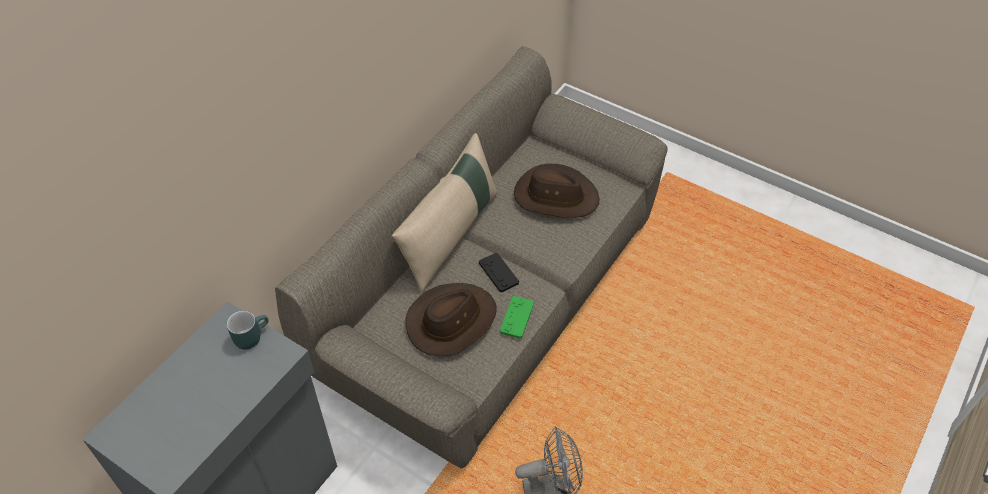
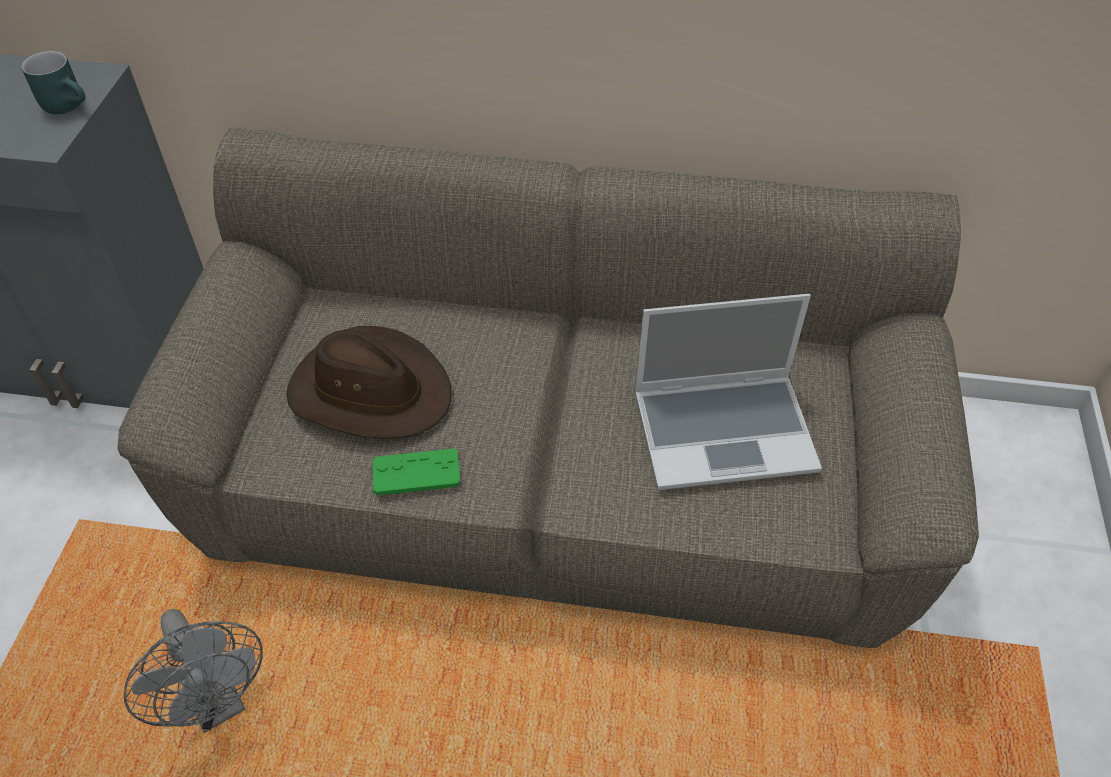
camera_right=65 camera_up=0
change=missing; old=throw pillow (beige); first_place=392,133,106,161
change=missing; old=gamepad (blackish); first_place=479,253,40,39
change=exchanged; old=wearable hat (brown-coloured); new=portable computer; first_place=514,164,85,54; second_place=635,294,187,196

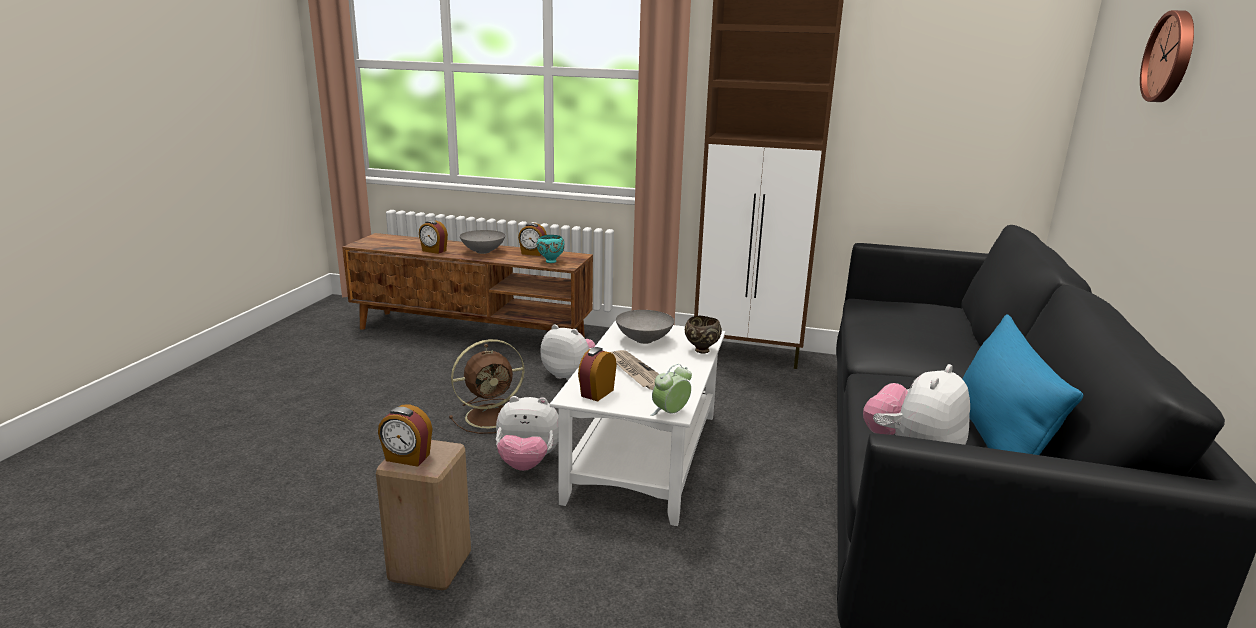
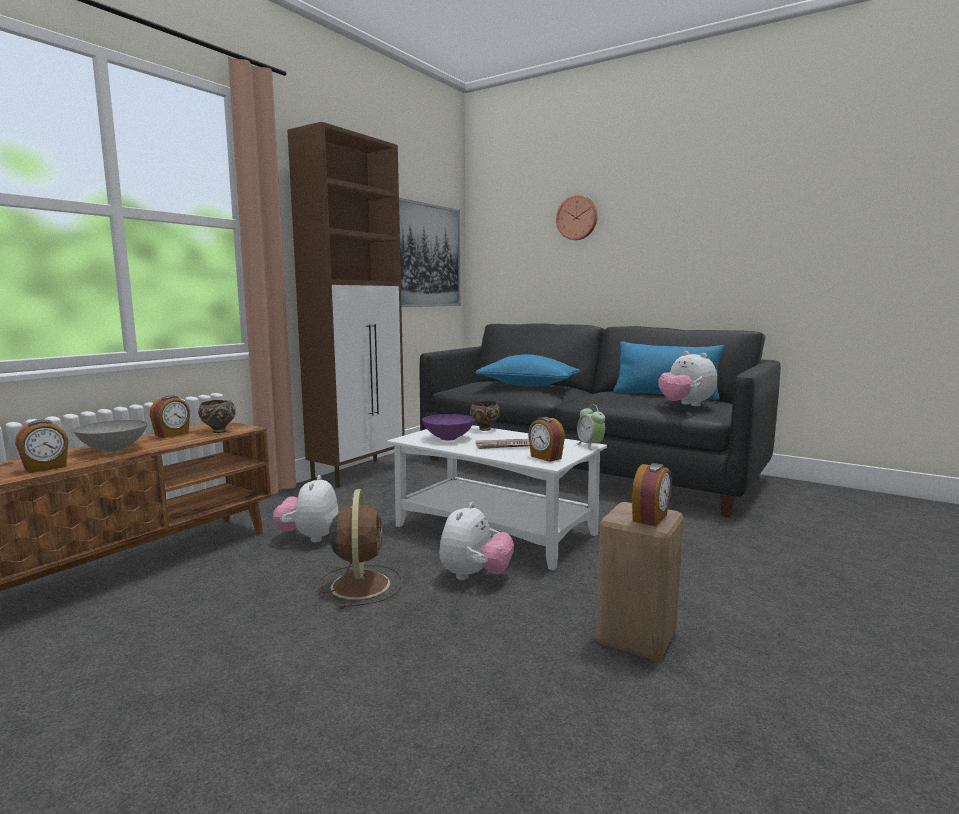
camera_right=-70 camera_up=-10
change=colour; old=serving bowl (blue-green); new=serving bowl (brown-coloured); first_place=537,235,27,28; second_place=198,400,38,33
change=spun; old=soft toy; first_place=541,324,55,57; second_place=273,475,66,67; degrees=-45
change=colour; old=serving bowl (grey); new=serving bowl (purple); first_place=616,310,58,34; second_place=422,414,53,26
change=appeared; new=picture; second_place=399,198,61,109
change=appeared; new=throw pillow (bluish); second_place=475,354,105,33

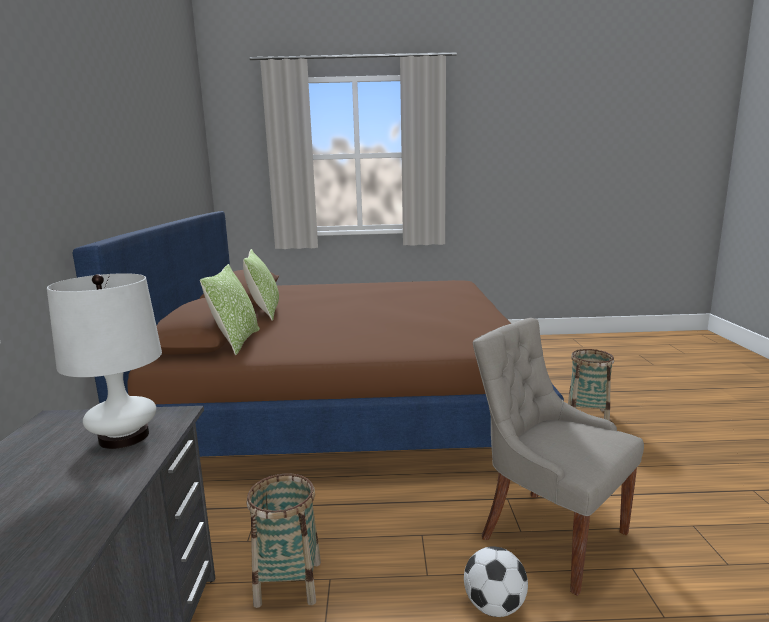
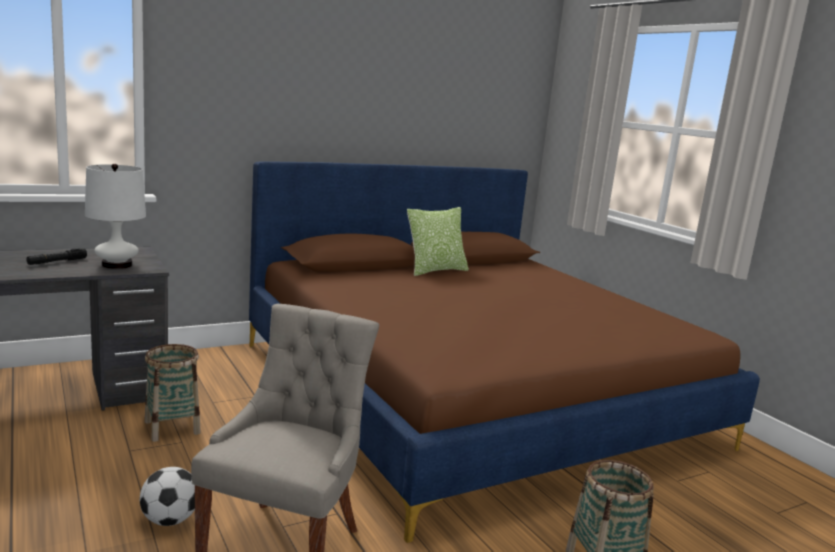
camera_right=60 camera_up=0
change=missing; old=throw pillow; first_place=200,264,60,91
change=appeared; new=hand torch (blackish); second_place=26,248,61,17

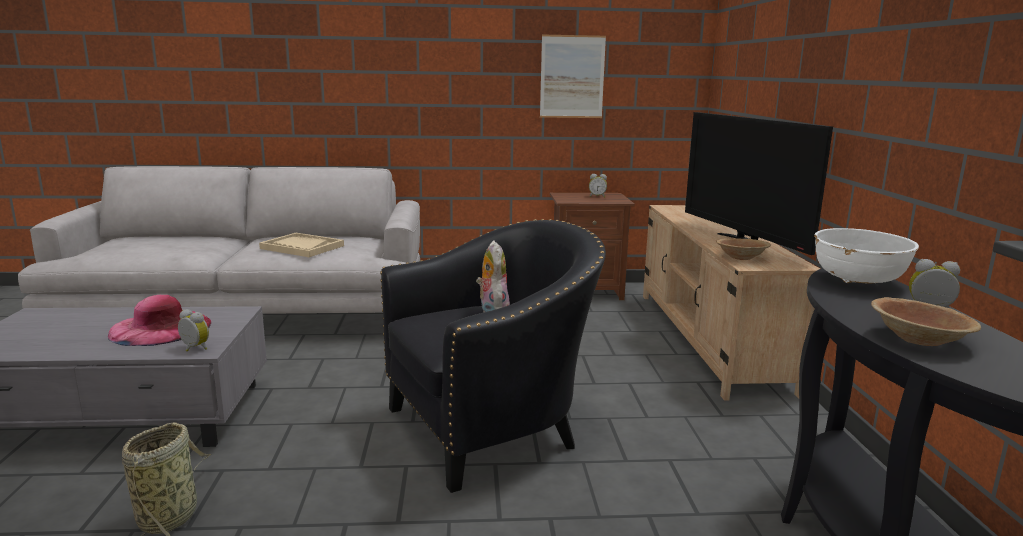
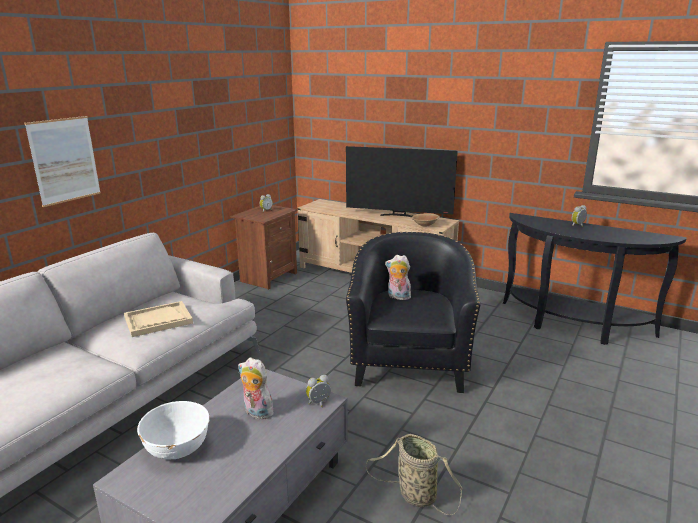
camera_right=-55 camera_up=5
change=exchanged; old=wearable hat (pink-coloured); new=soft toy; first_place=108,295,103,51; second_place=238,357,37,63
change=relocated; old=picture; first_place=540,35,66,83; second_place=25,116,76,91
change=relocated; old=serving bowl (white); first_place=814,228,105,56; second_place=137,401,73,58
change=missing; old=serving bowl (brown-coloured); first_place=871,297,110,49

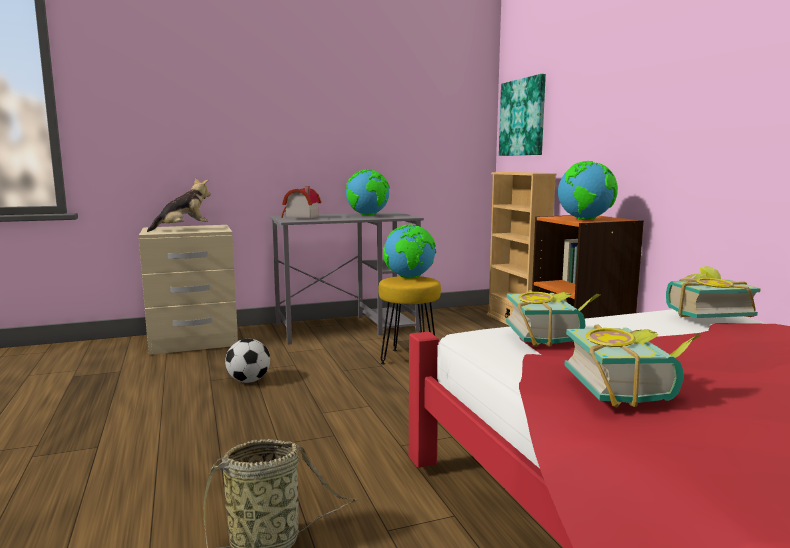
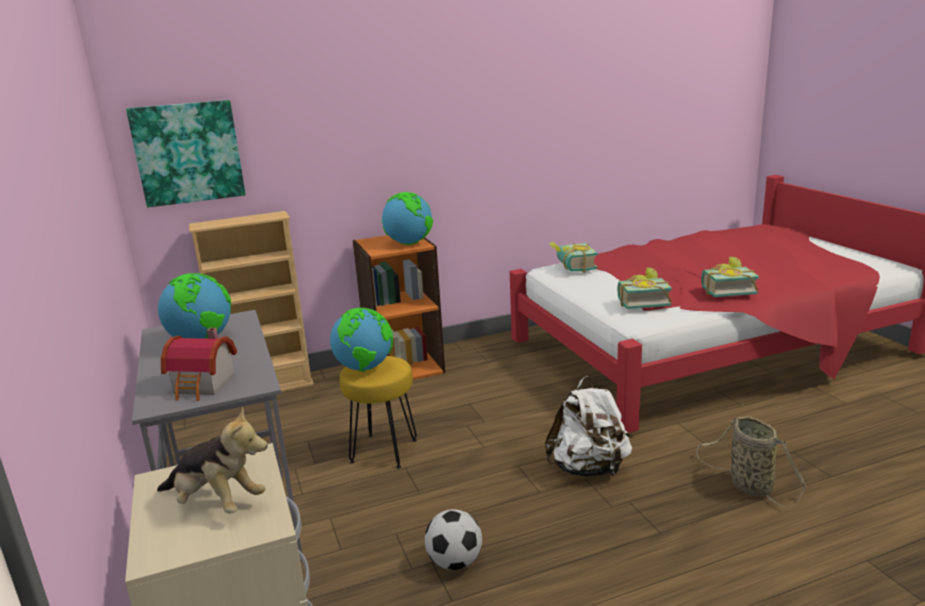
camera_right=-90 camera_up=10
change=spun; old=soft toy; first_place=147,178,63,54; second_place=157,406,111,108; degrees=150
change=appeared; new=knapsack (white); second_place=545,376,87,101

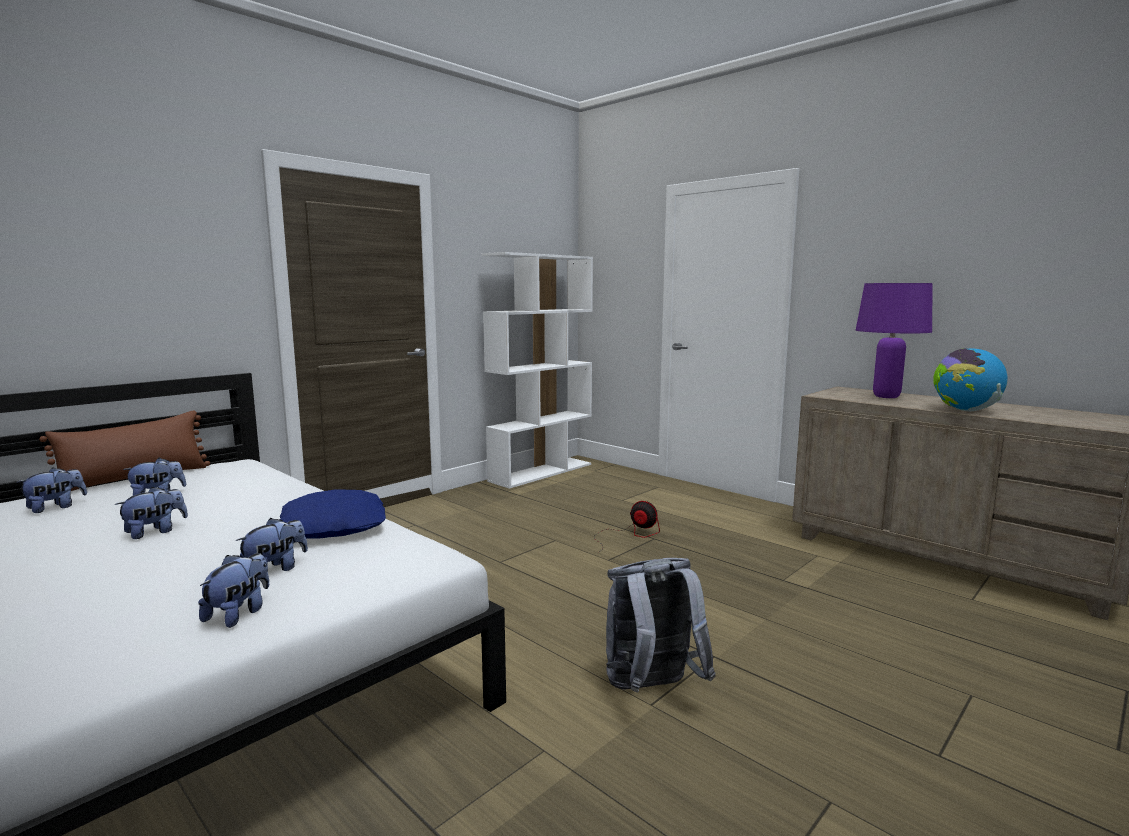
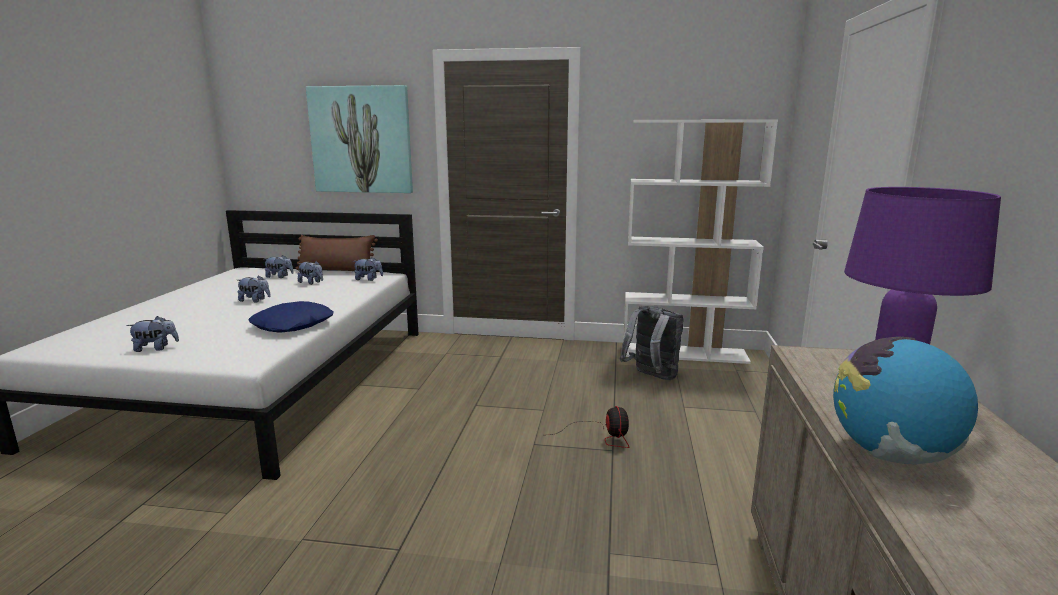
camera_right=55 camera_up=5
change=relocated; old=soft toy; first_place=236,518,72,62; second_place=353,257,30,24
change=relocated; old=knapsack (grey); first_place=606,558,110,135; second_place=620,306,64,74
change=appeared; new=picture; second_place=306,85,107,108

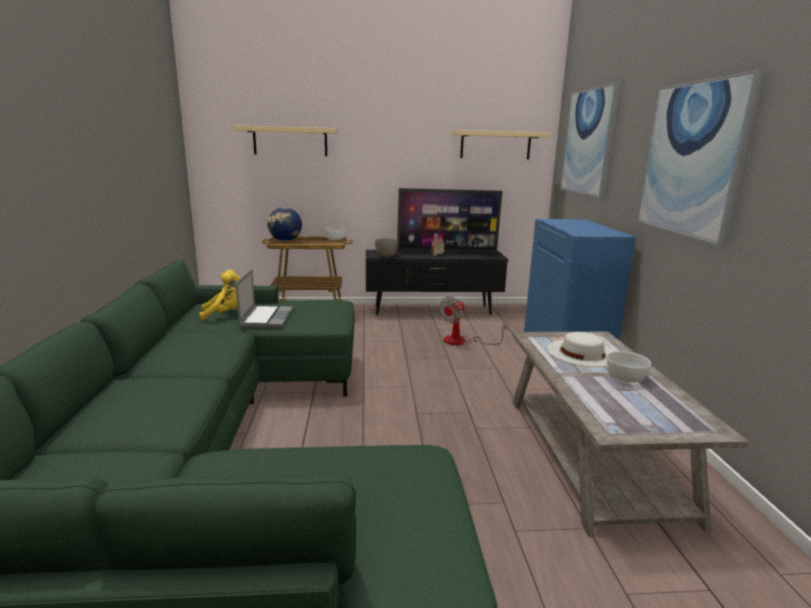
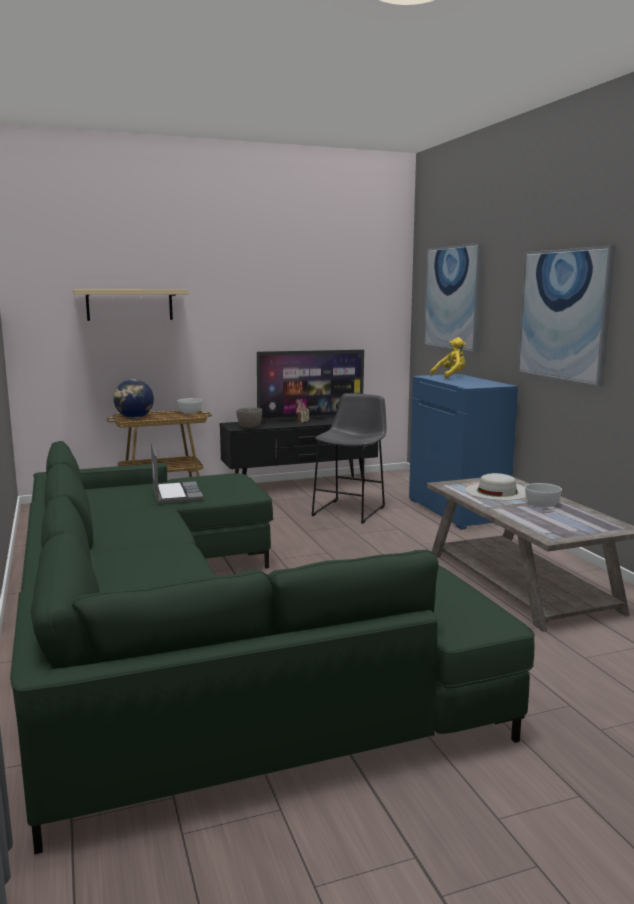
camera_right=-15 camera_up=-5
change=relocated; old=soft toy (yellow-coloured); first_place=199,270,41,51; second_place=430,337,36,42
change=exchanged; old=cooling fan; new=stool (grey); first_place=440,297,68,48; second_place=311,393,75,131
change=missing; old=wall shelf (beige); first_place=452,130,99,29

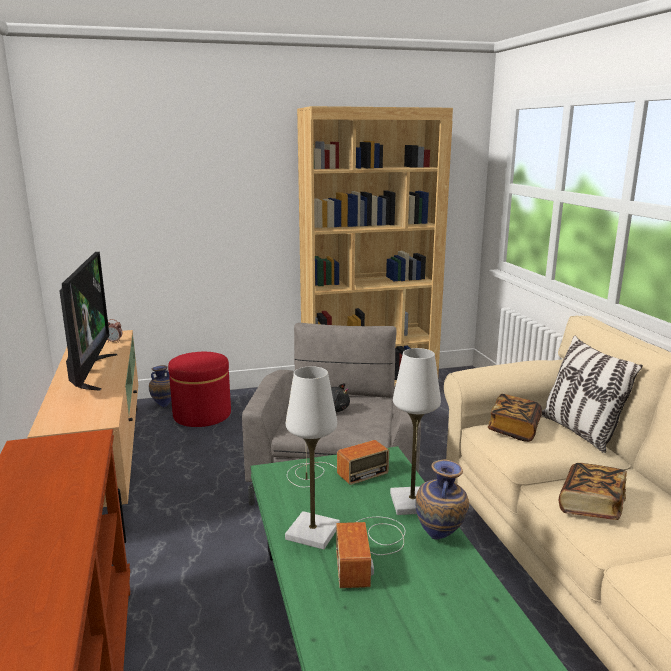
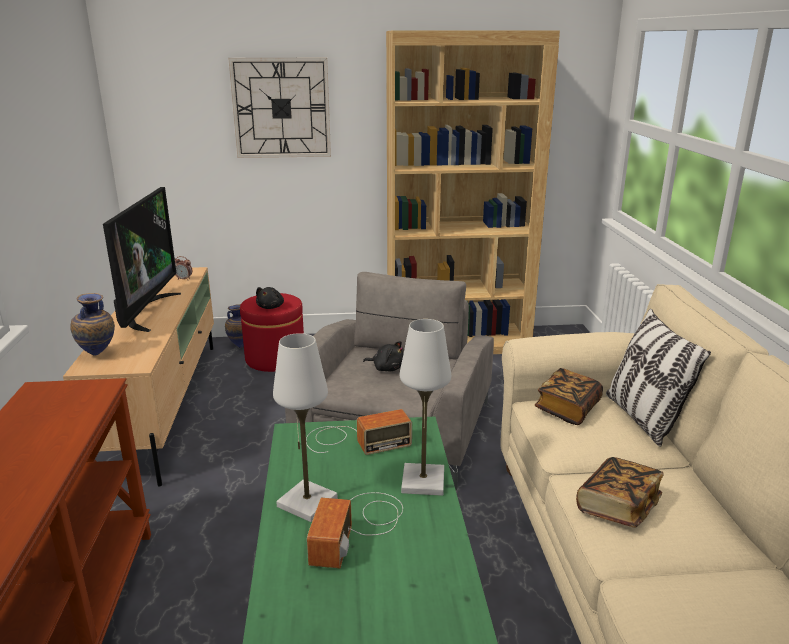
camera_right=10 camera_up=5
change=relocated; old=vase; first_place=415,459,54,81; second_place=70,293,45,63
change=appeared; new=wall clock; second_place=228,58,103,100
change=appeared; new=soft toy (blackish); second_place=256,287,28,22

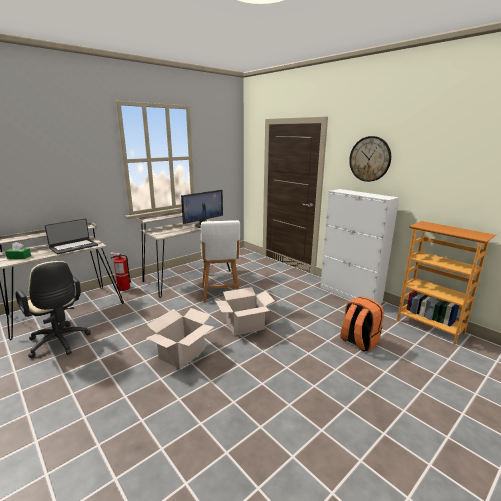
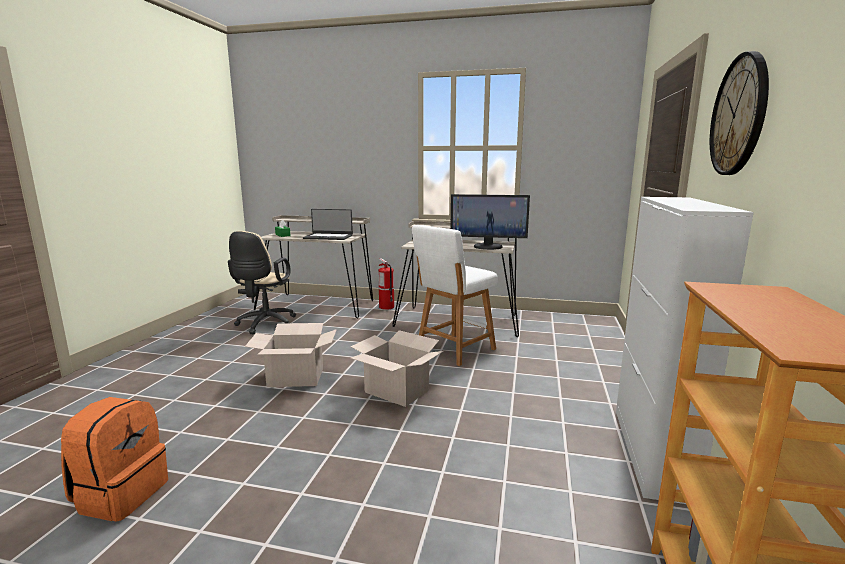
camera_right=55 camera_up=-5
change=relocated; old=knapsack (orangey); first_place=340,296,44,56; second_place=61,397,107,125

